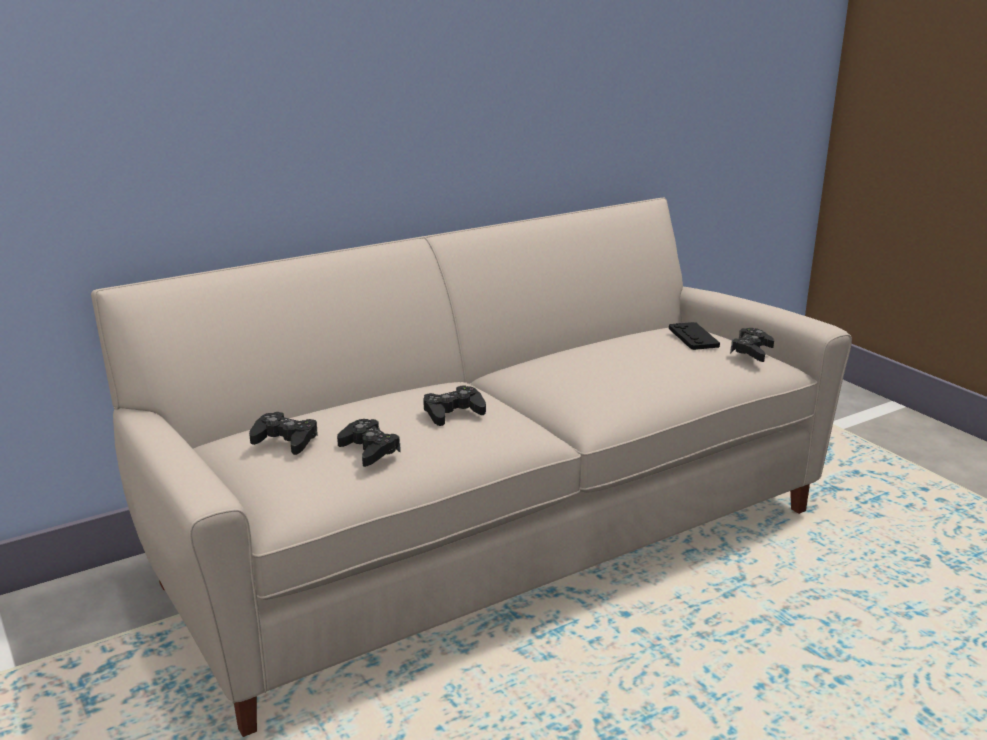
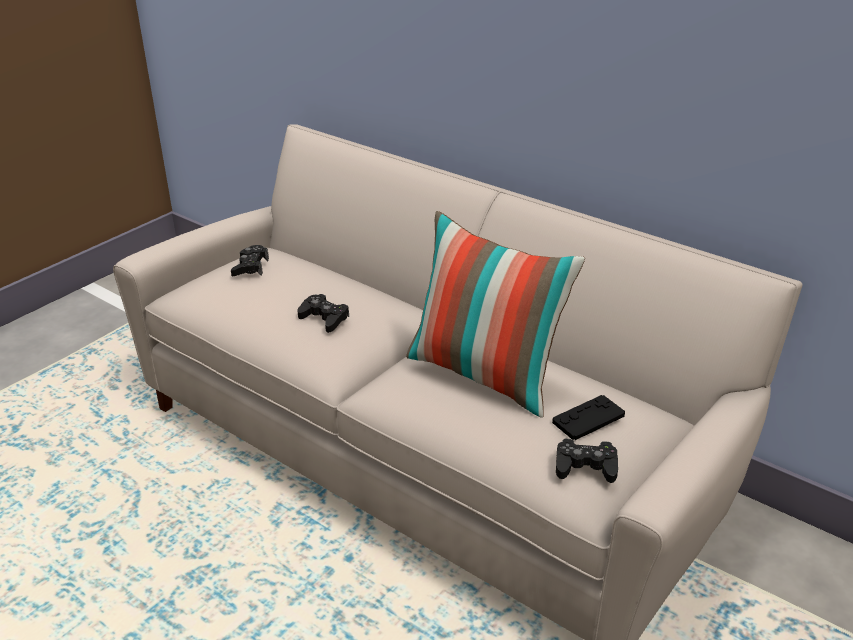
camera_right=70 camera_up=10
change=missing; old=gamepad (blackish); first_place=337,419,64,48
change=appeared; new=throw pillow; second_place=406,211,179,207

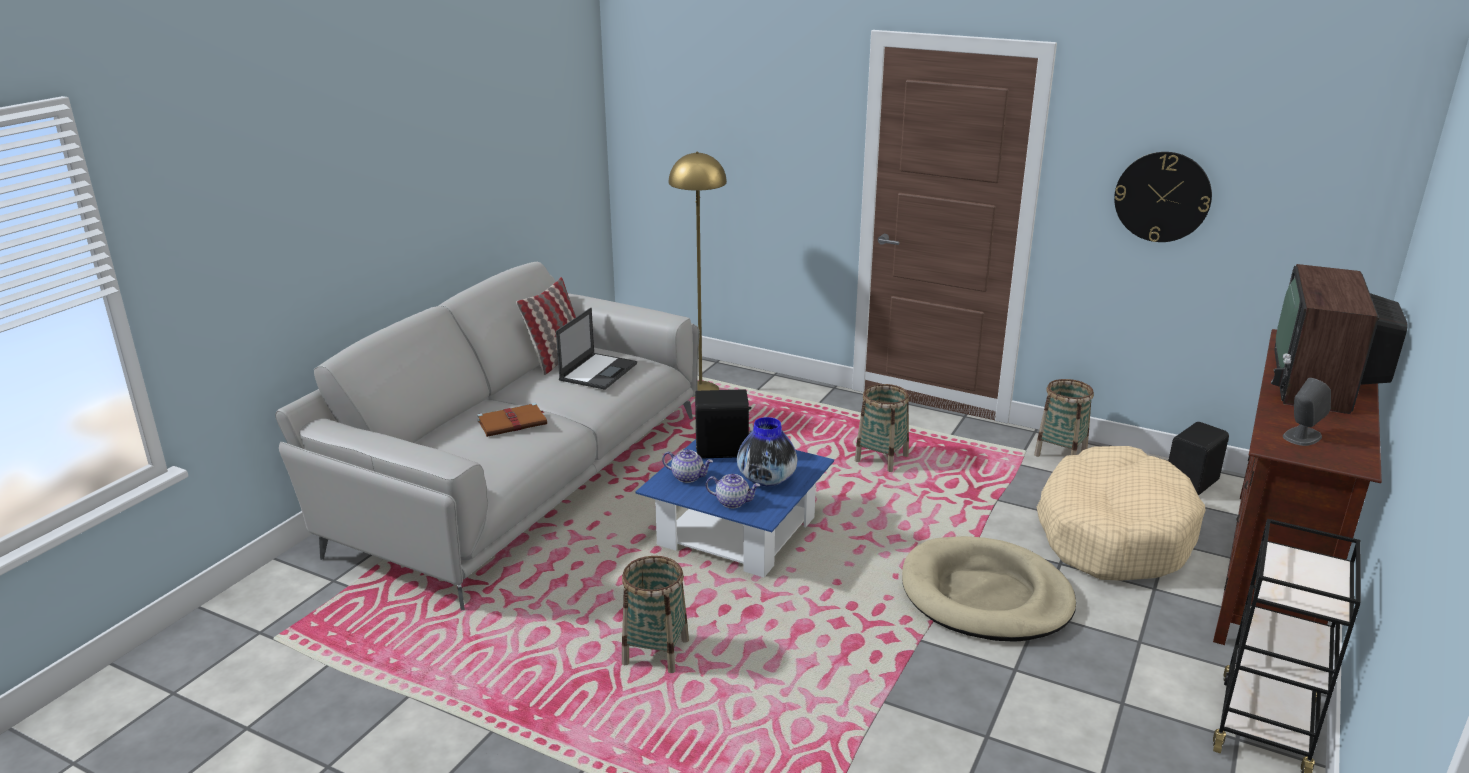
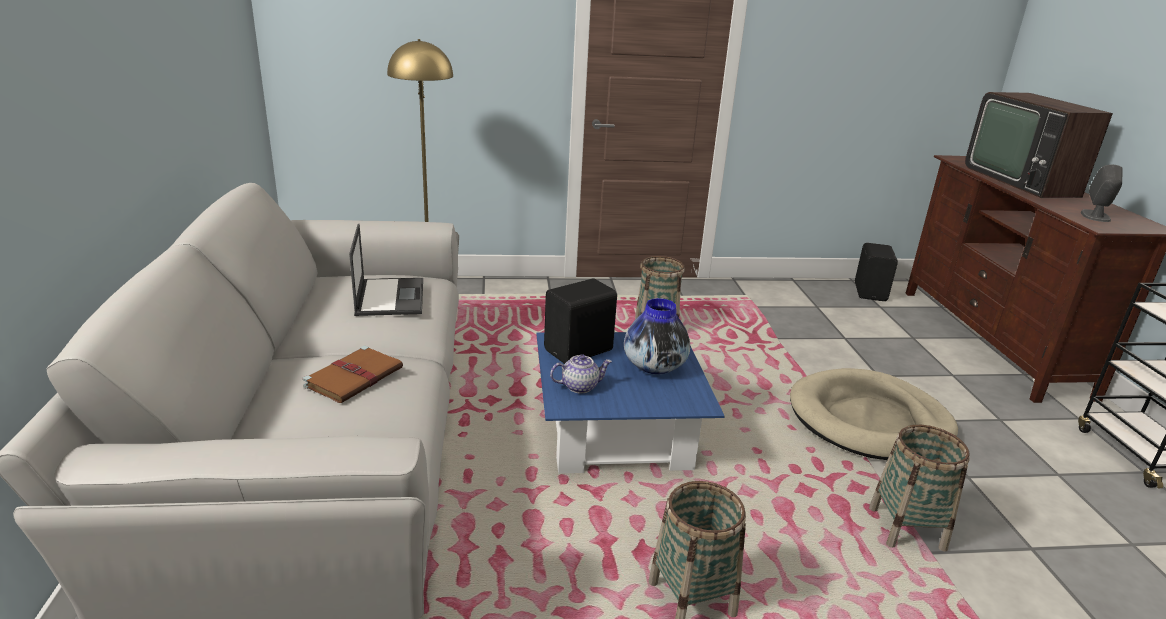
camera_right=-35 camera_up=0
change=missing; old=throw pillow; first_place=516,277,60,98
change=missing; old=teapot; first_place=706,474,54,34
change=relocated; old=basket; first_place=1034,379,60,78; second_place=869,425,101,127
change=missing; old=dog cushion (beige); first_place=1037,446,169,135
change=missing; old=wall clock; first_place=1114,152,98,90

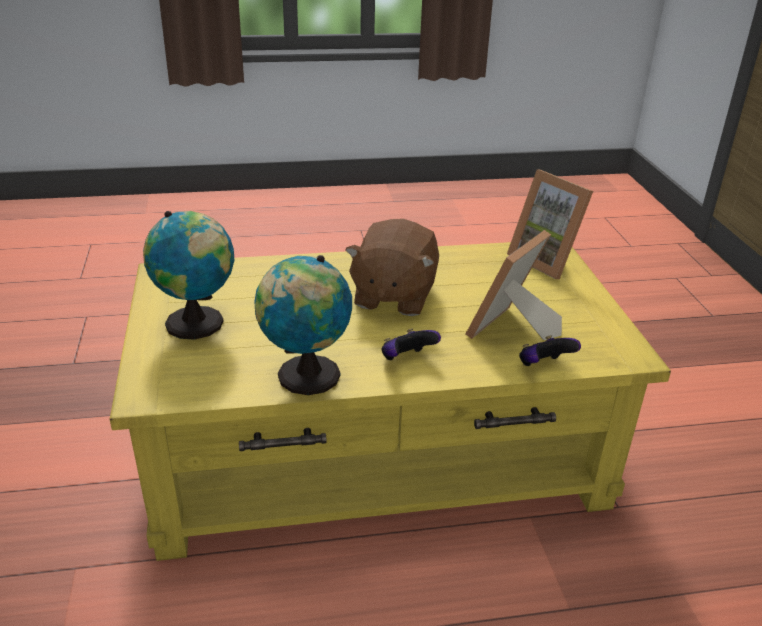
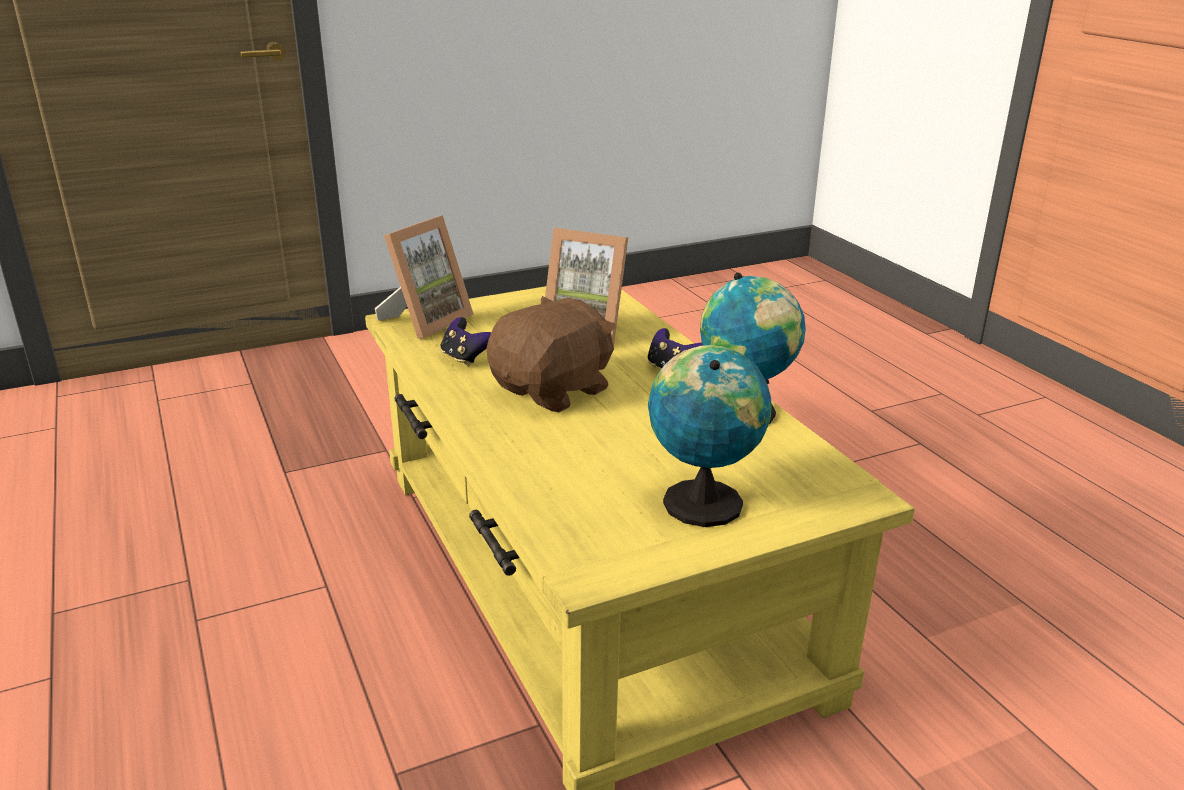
camera_right=-105 camera_up=-5
change=spun; old=soft toy (brown-coloured); first_place=345,219,94,97; second_place=487,296,130,116; degrees=-45
change=relocated; old=gamepad; first_place=519,335,62,31; second_place=441,317,50,50

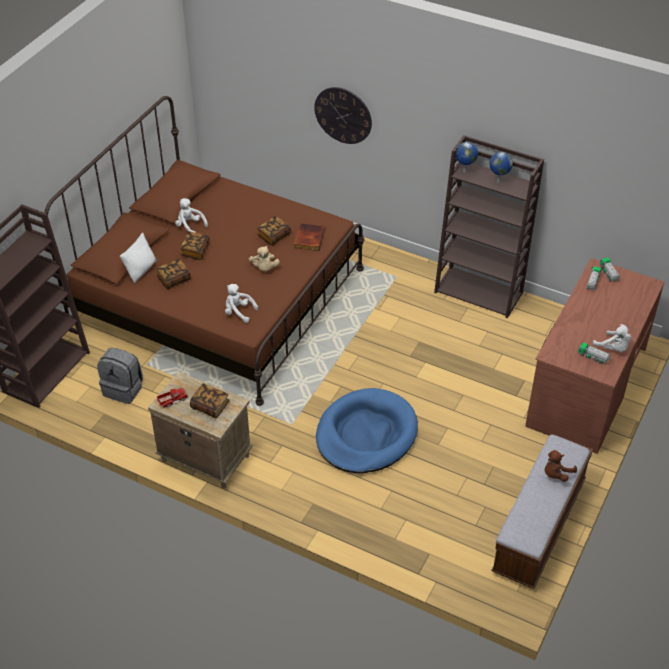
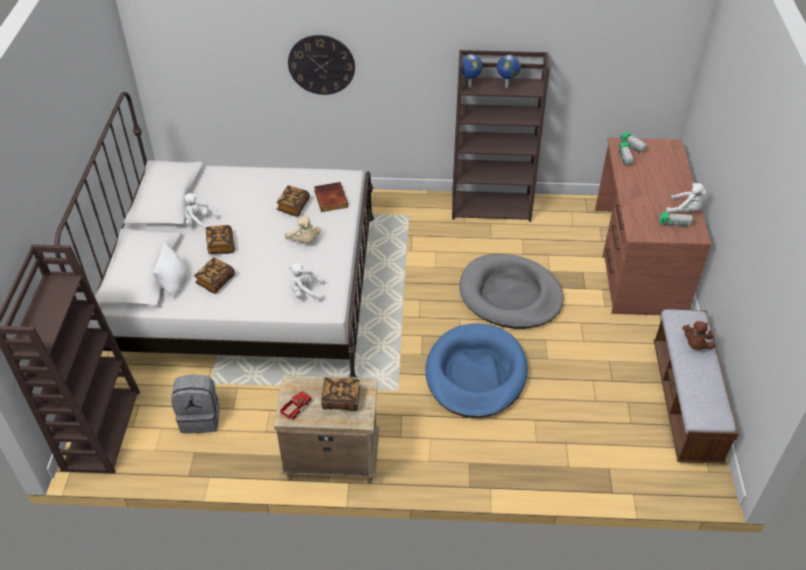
camera_right=-25 camera_up=0
change=colour; old=bedroom bed (brown-coloured); new=bedroom bed (white); first_place=44,96,321,310; second_place=54,92,320,286
change=appeared; new=dog cushion (grey); second_place=459,254,105,75

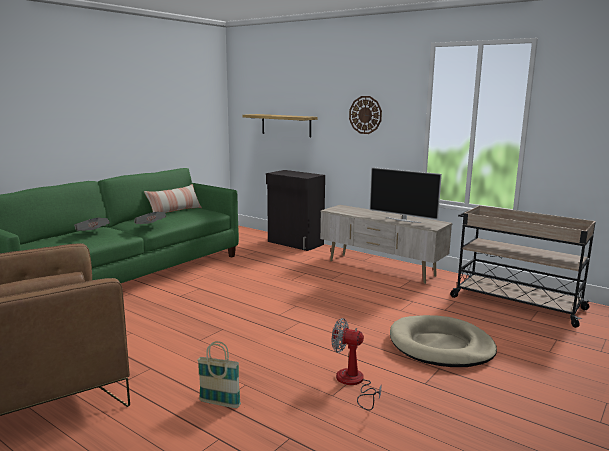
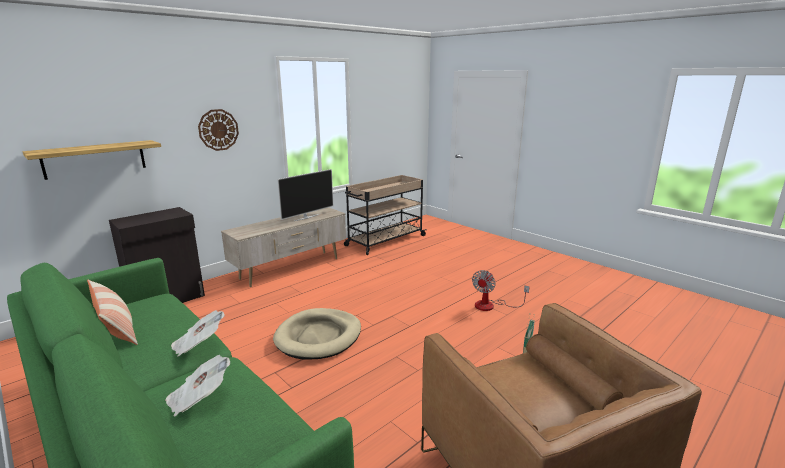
camera_right=-80 camera_up=5
change=relocated; old=dog cushion (beige); first_place=390,315,107,52; second_place=273,308,88,52

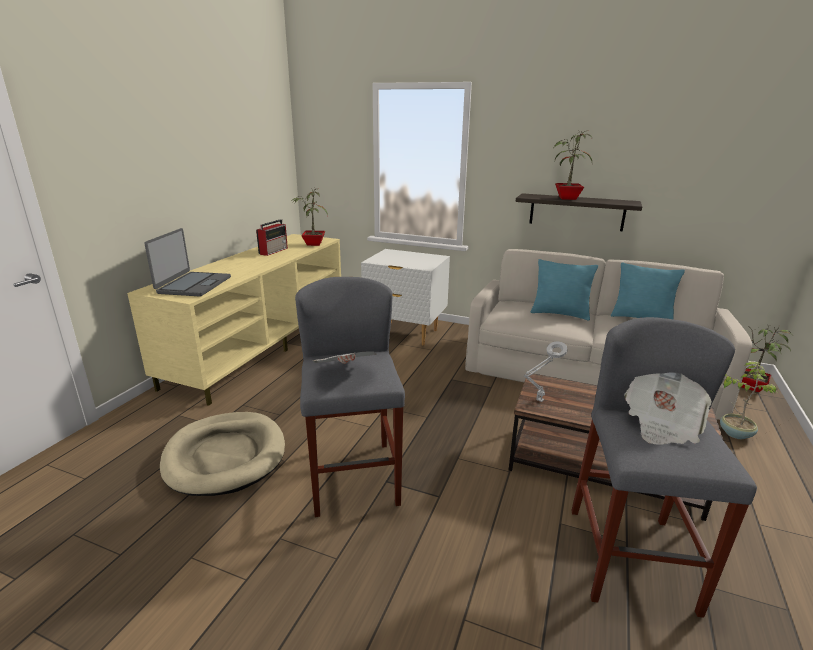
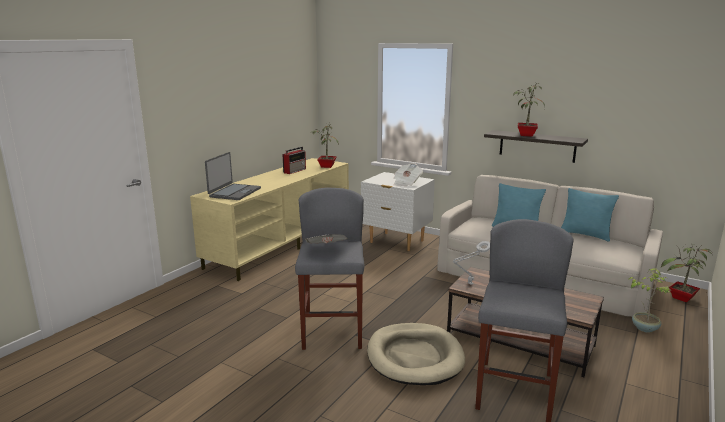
camera_right=10 camera_up=-5
change=relocated; old=dog cushion (beige); first_place=160,412,125,84; second_place=367,323,98,62
change=relocated; old=newspaper; first_place=624,372,88,73; second_place=393,163,30,24

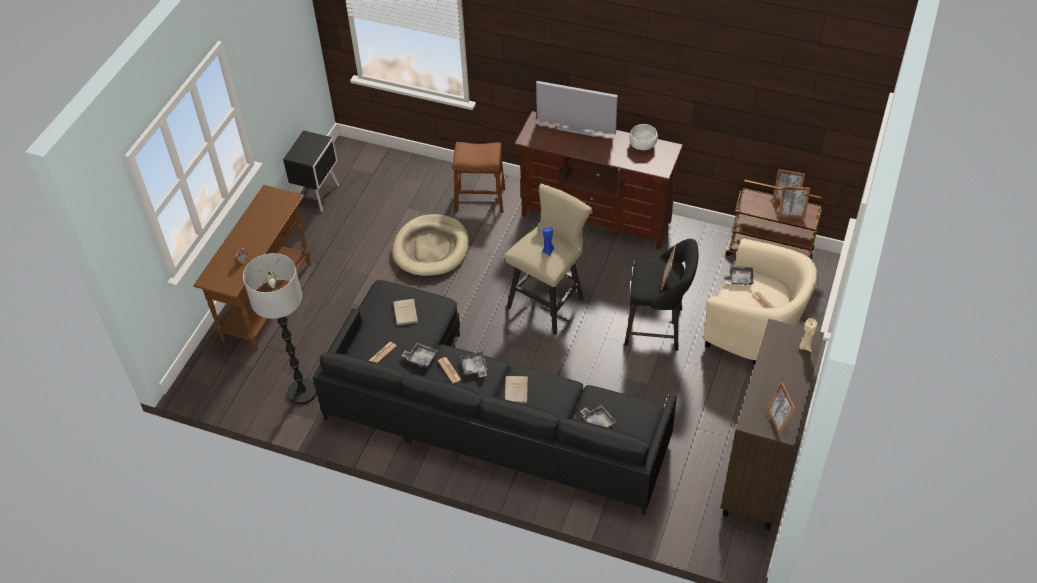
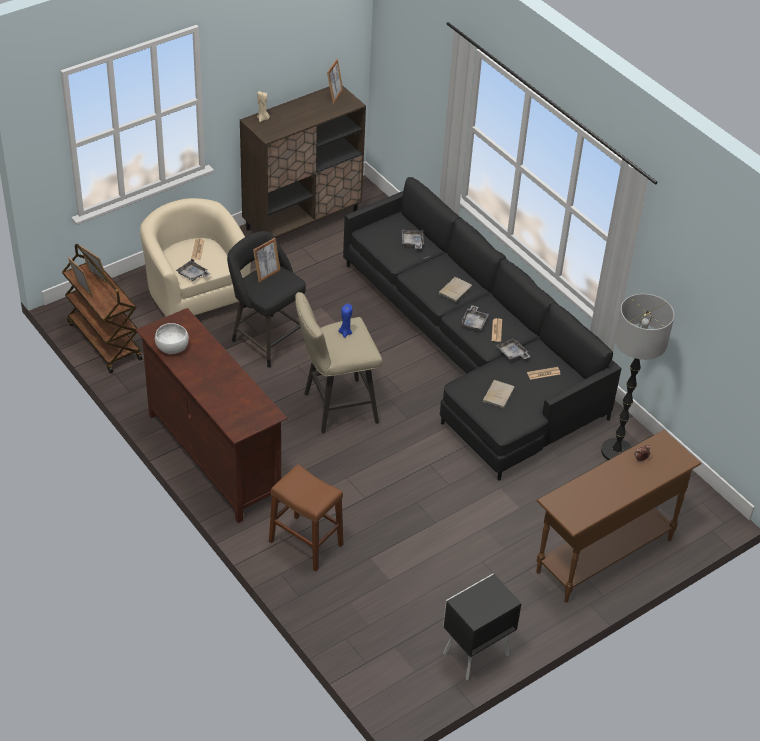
camera_right=-150 camera_up=-5
change=missing; old=dog cushion (beige); first_place=392,214,77,63
change=missing; old=TV set; first_place=536,81,82,55

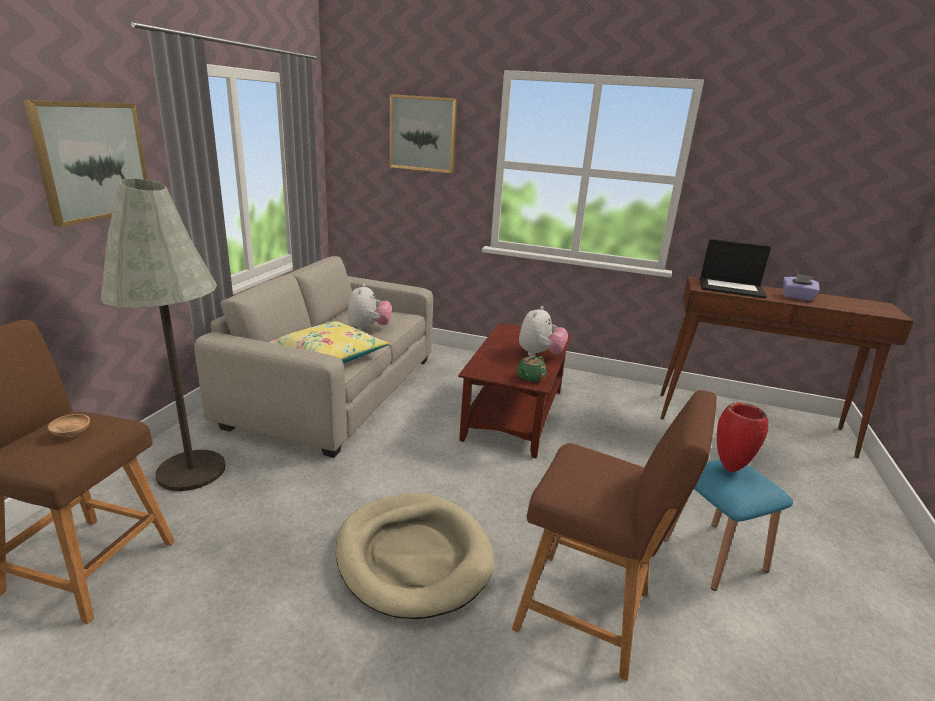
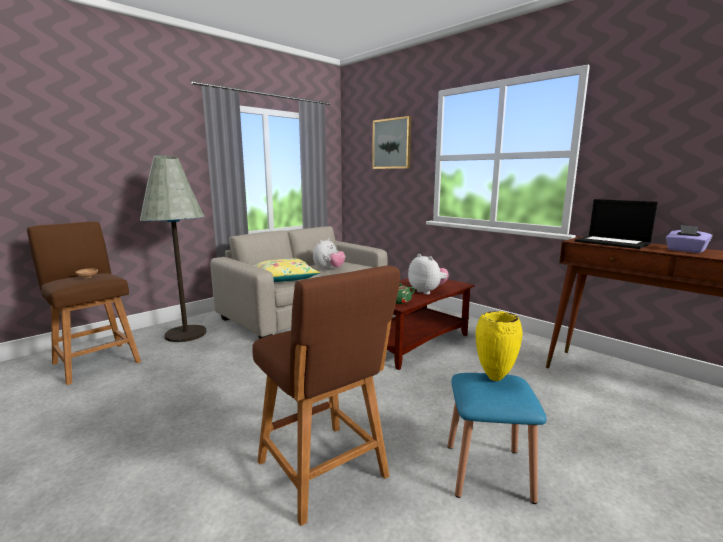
camera_right=30 camera_up=-10
change=missing; old=picture; first_place=24,100,124,127
change=missing; old=dog cushion (beige); first_place=336,494,158,125
change=spun; old=soft toy; first_place=519,306,49,50; second_place=408,254,41,41; degrees=-90
change=colour; old=vase (red); new=vase (yellow-coloured); first_place=717,402,51,70; second_place=476,311,47,70

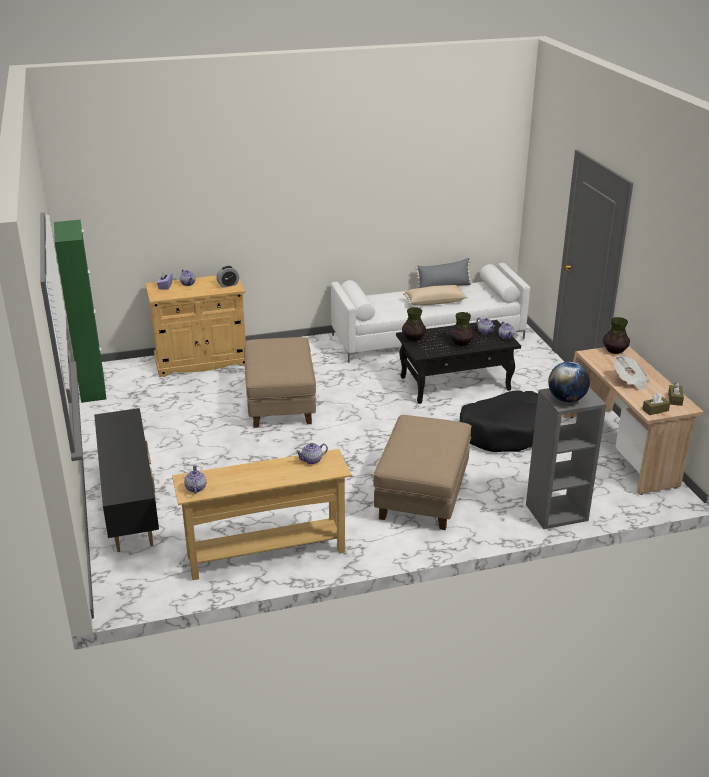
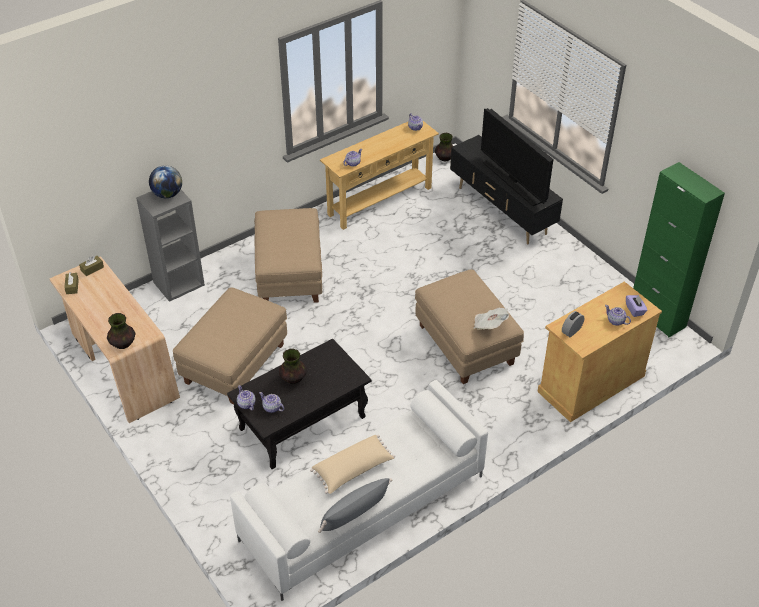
camera_right=160 camera_up=15
change=relocated; old=vase; first_place=402,307,24,34; second_place=435,133,18,28
change=exchanged; old=dog cushion (blackish); new=pouffe (beige); first_place=460,390,78,62; second_place=173,287,114,118
change=relocated; old=newspaper; first_place=614,355,36,36; second_place=474,308,35,21
change=appeared; new=TV set; second_place=481,108,72,98

